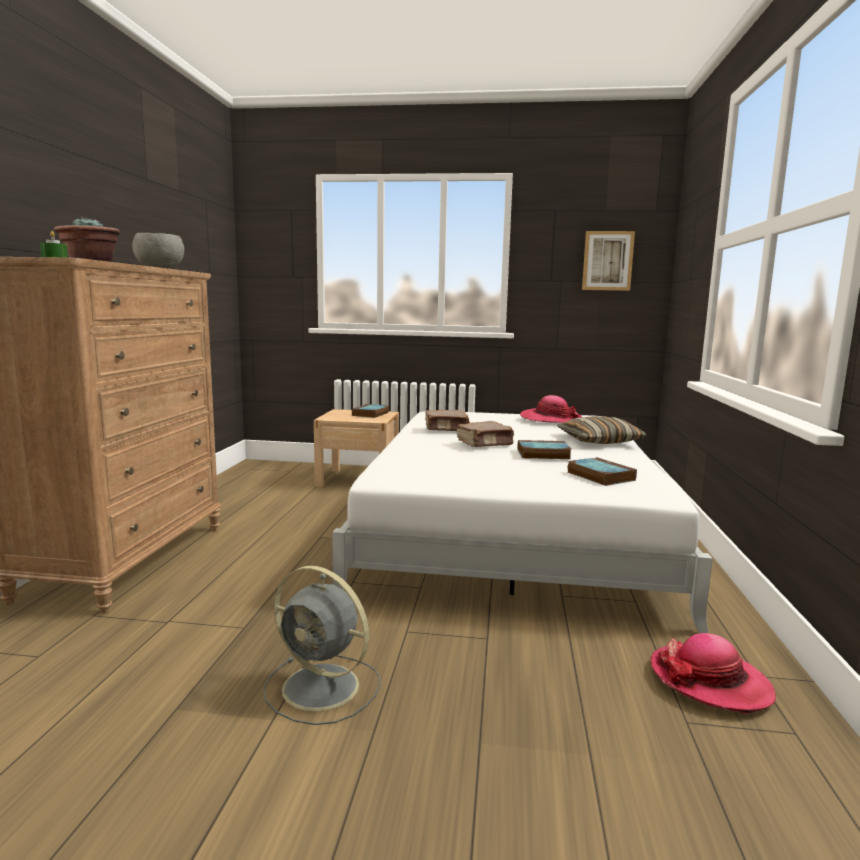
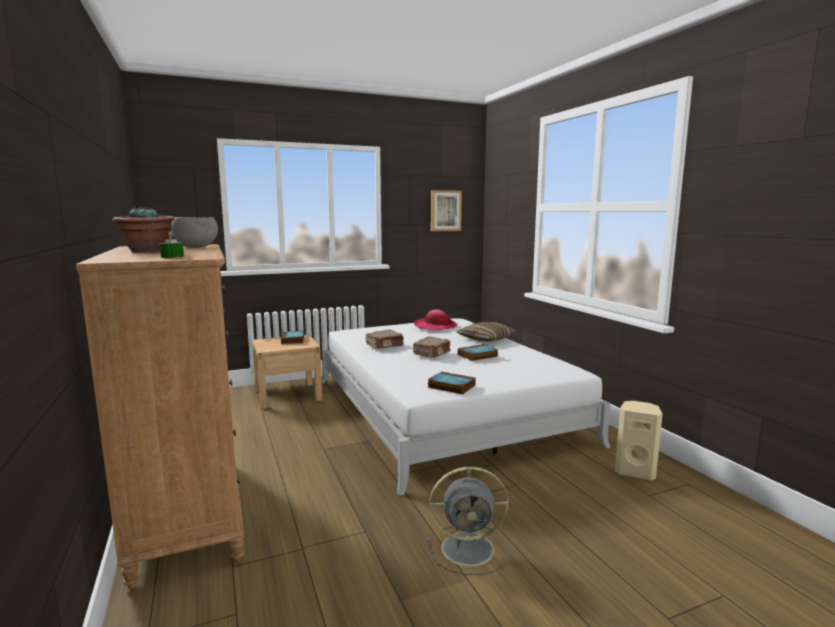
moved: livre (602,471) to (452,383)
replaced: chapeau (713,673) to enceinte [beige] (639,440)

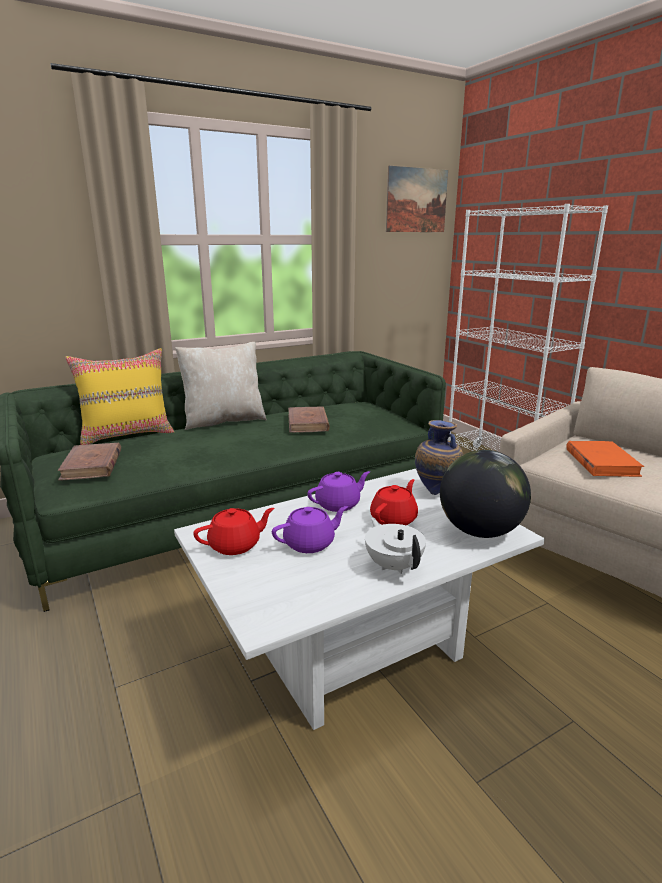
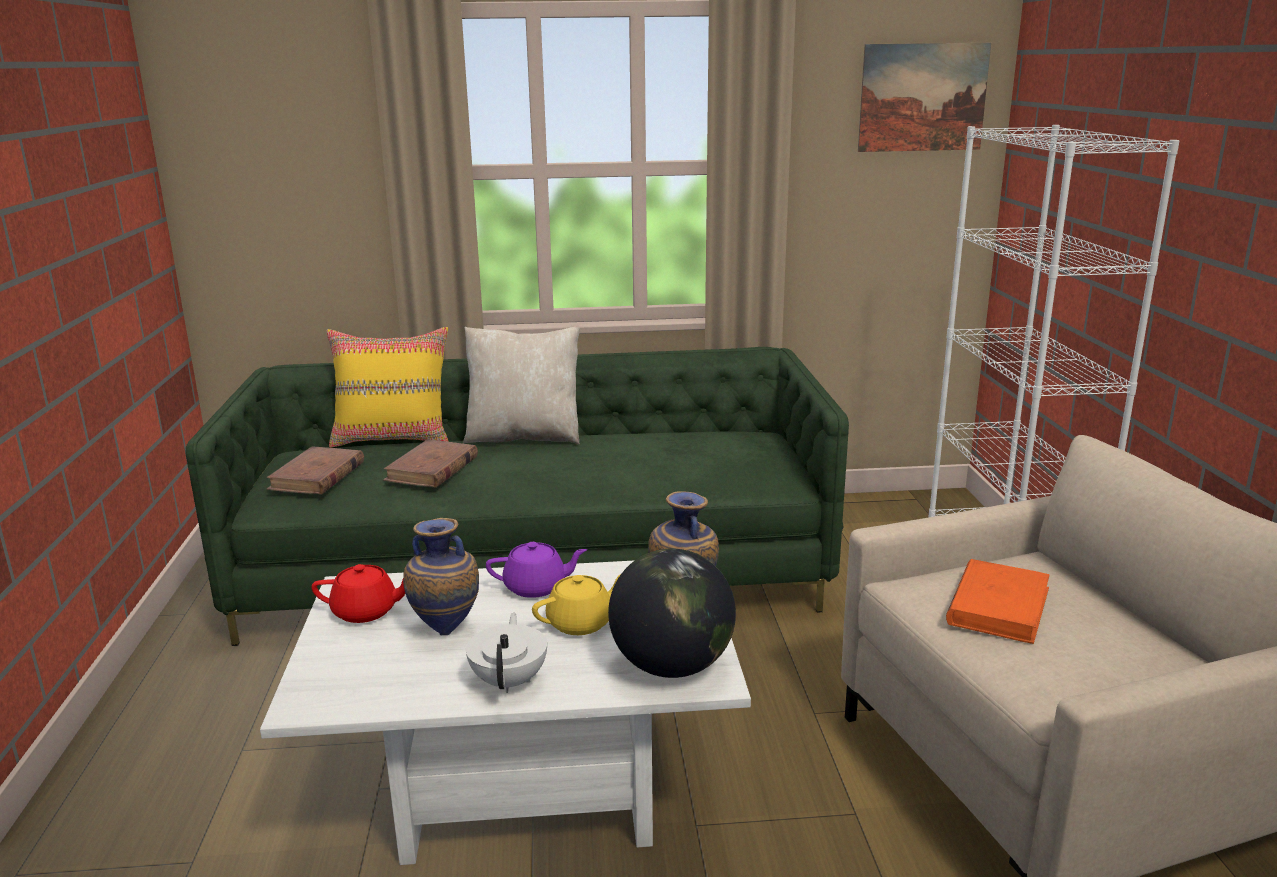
moved: livre [marron] (309,419) to (430,463)
replaced: théière [violet] (310,529) to vase (441,576)
recoloured: théière [rouge] (394,502) to théière [jaune] (576,604)

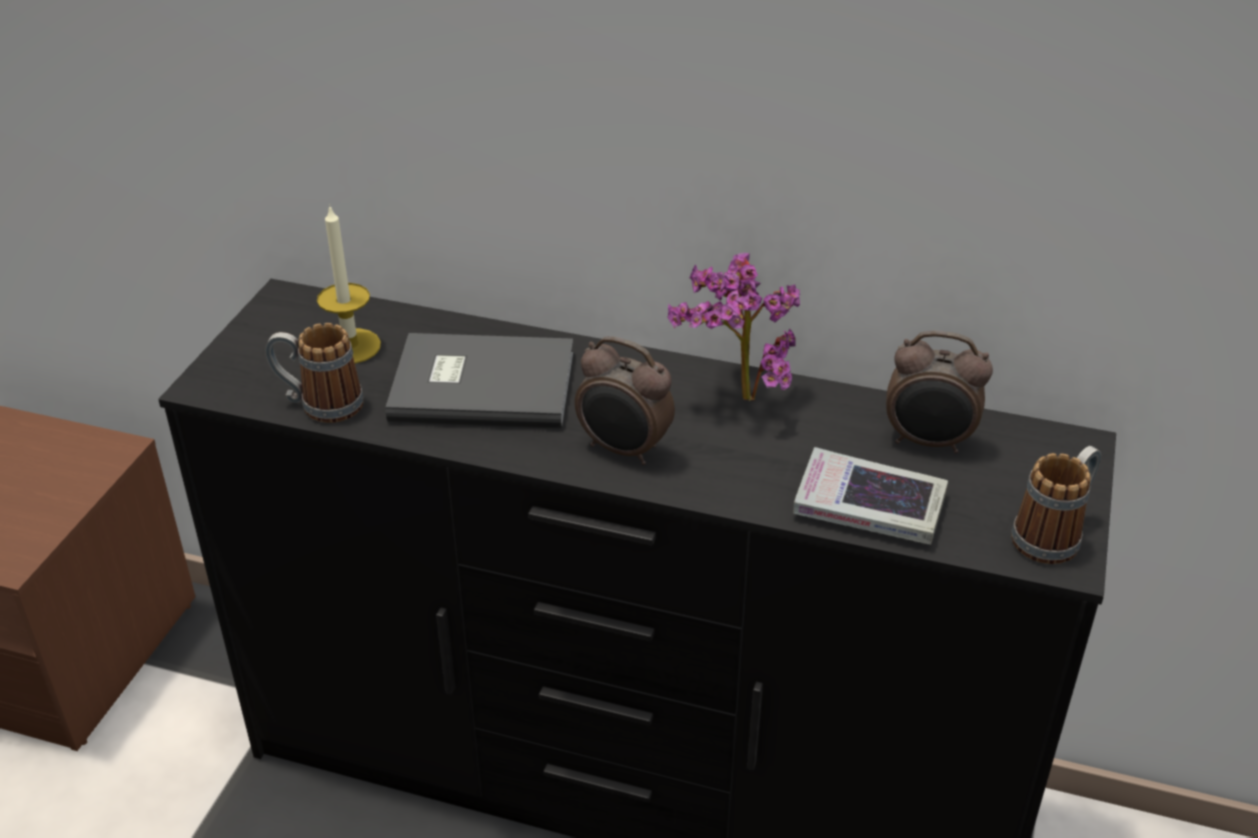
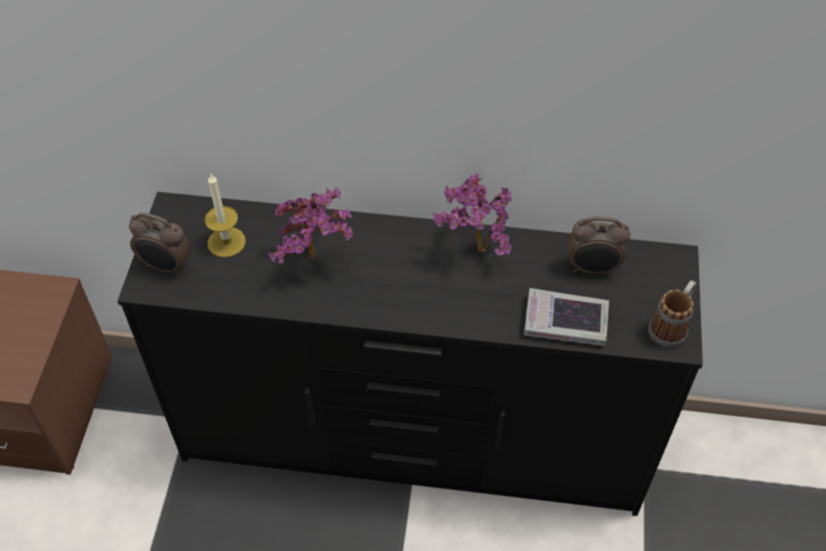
removed: mug (314,373)
moved: réveil (625,400) to (160,244)
replaced: livre [gris] (479,381) to plante en pot (310,225)

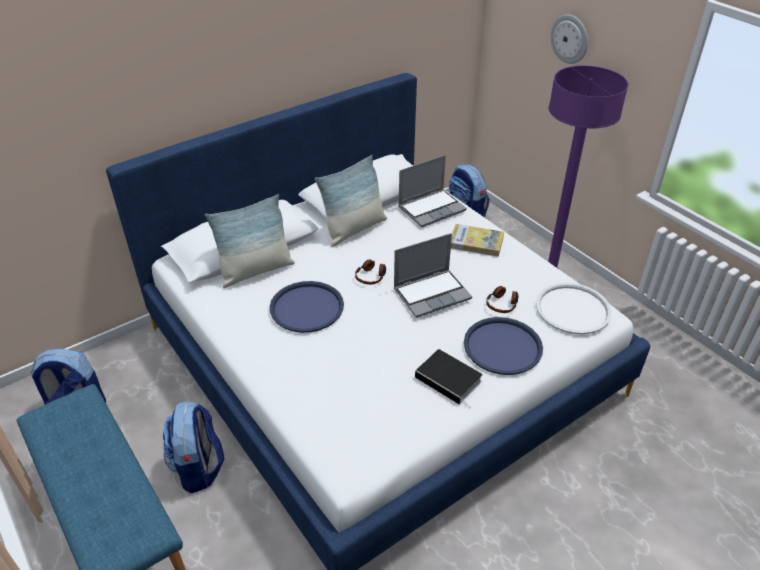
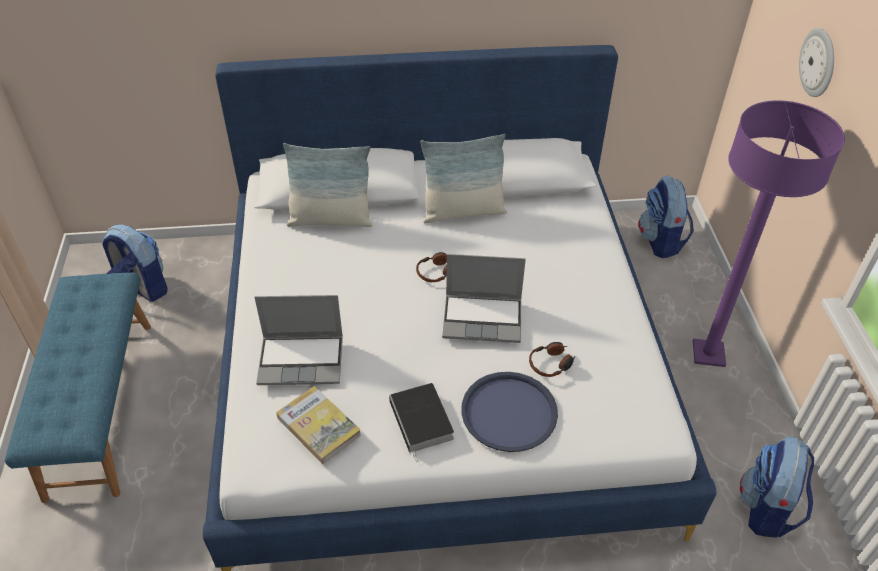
removed: plateau [bleu] (307,307); plateau [blanc] (574,308)
moved: sac à dos (193,447) to (777,487); ordinateur portable (432,191) to (299,340); livre (477,240) to (318,425)

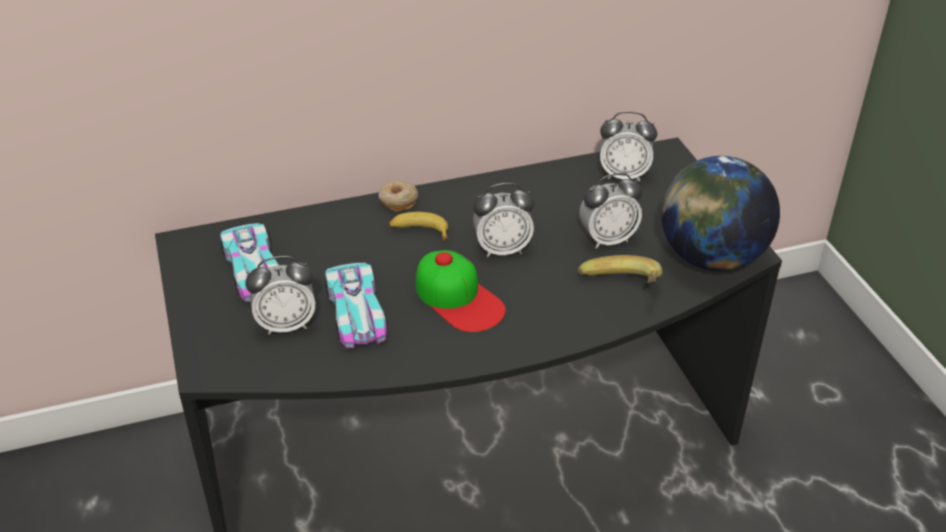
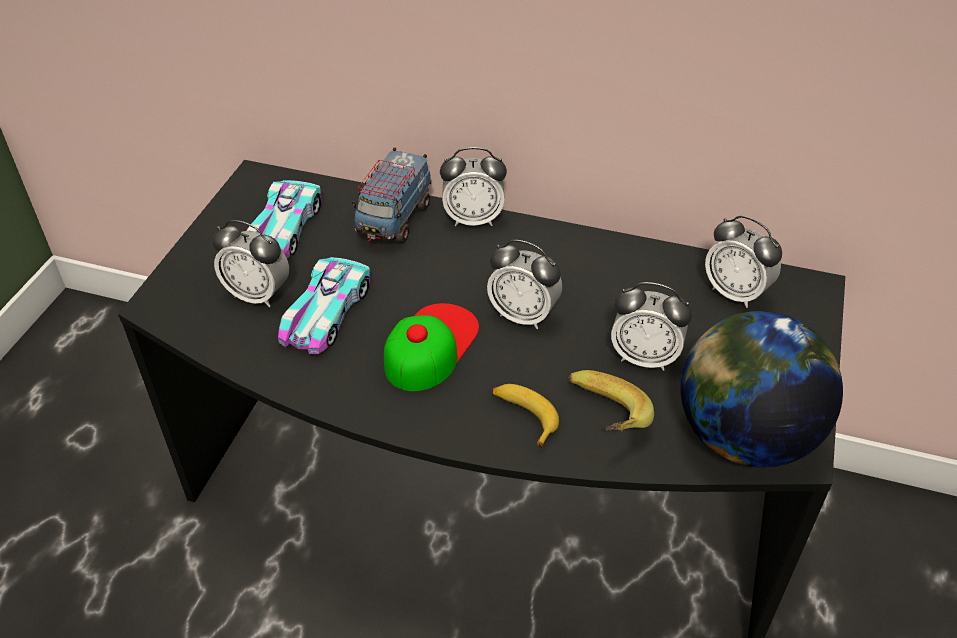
added: camion jouet (391,195)
moved: banane (418,226) to (526,416)
replaced: beignet (398,196) to réveil (473,186)
turned: casquette (461,291) = (431,347) 150 degrees counterclockwise

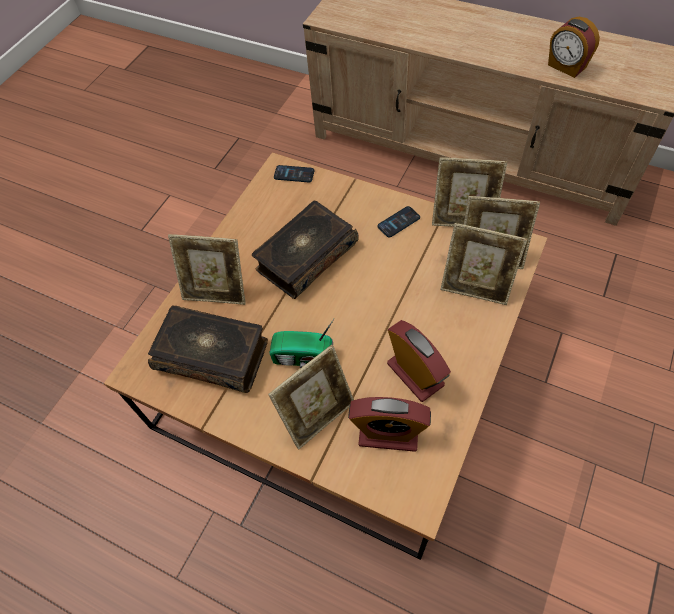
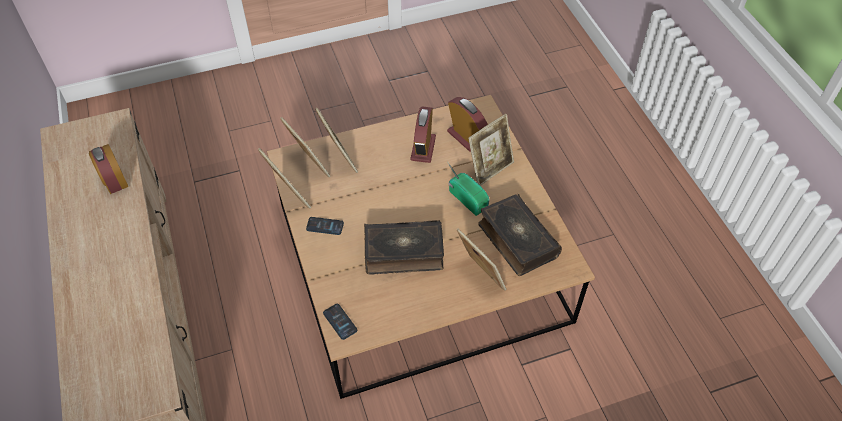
turned: cadre photo (311,397) = (491,150) 135 degrees clockwise; réveil (574,47) = (109,169) 150 degrees clockwise

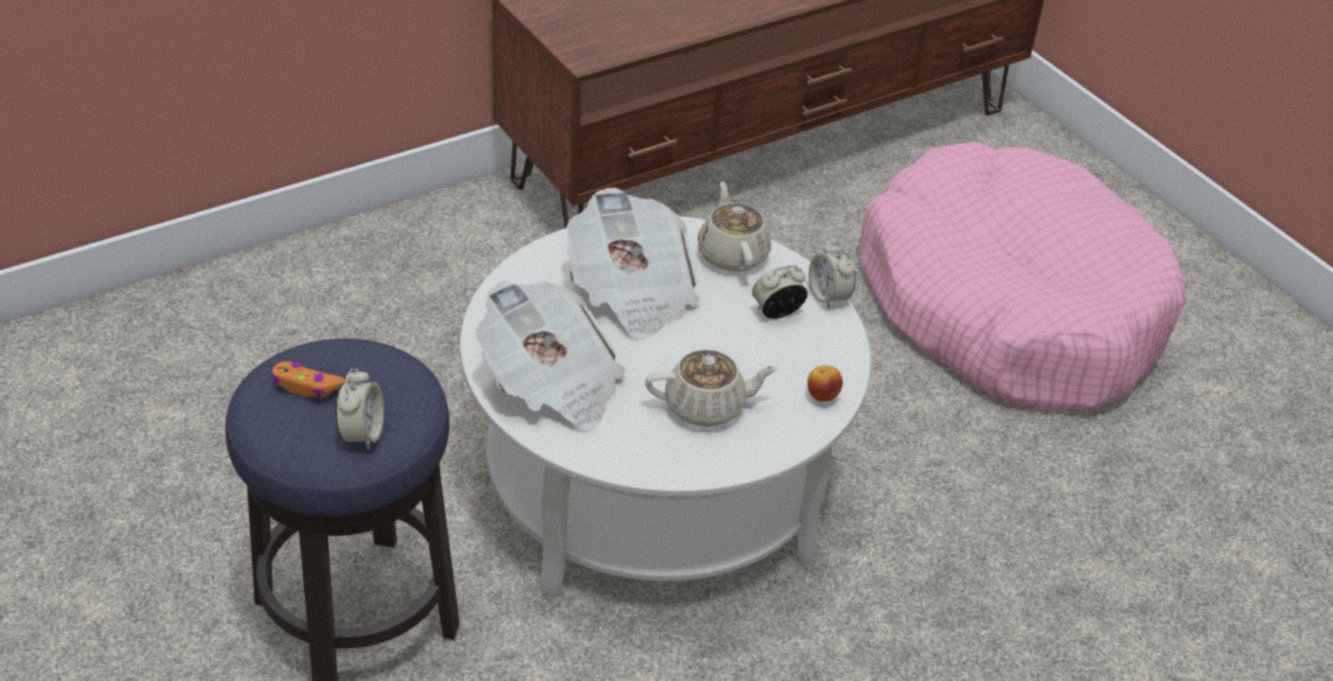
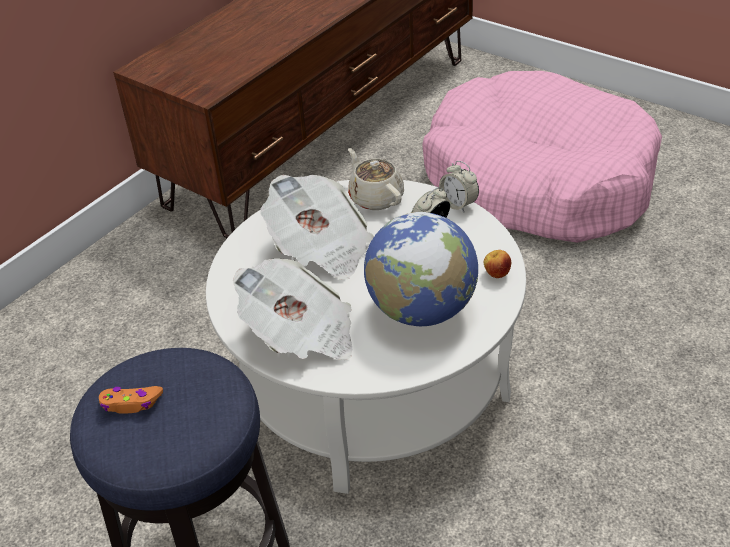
removed: réveil (359,409)
replaced: théière [beige] (712,388) to globe (421,269)

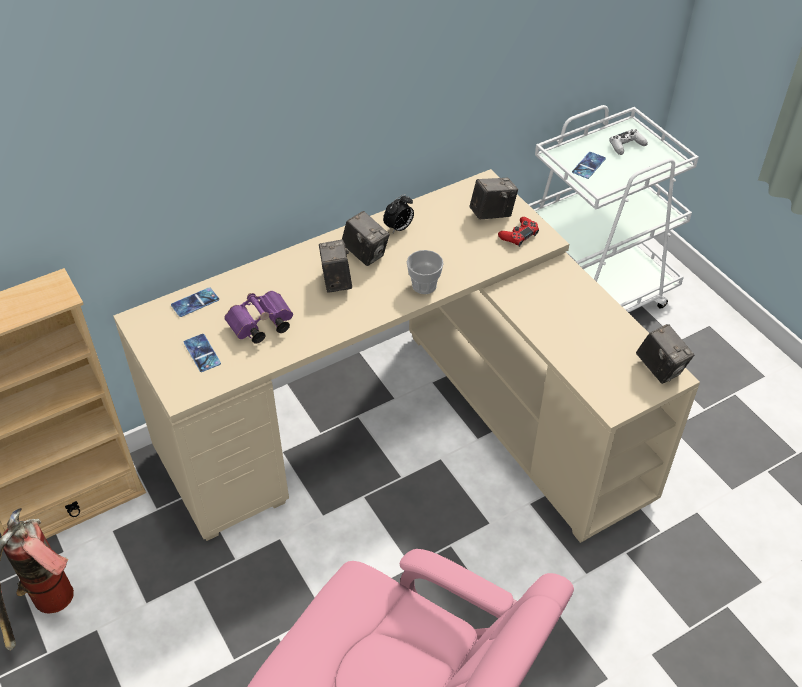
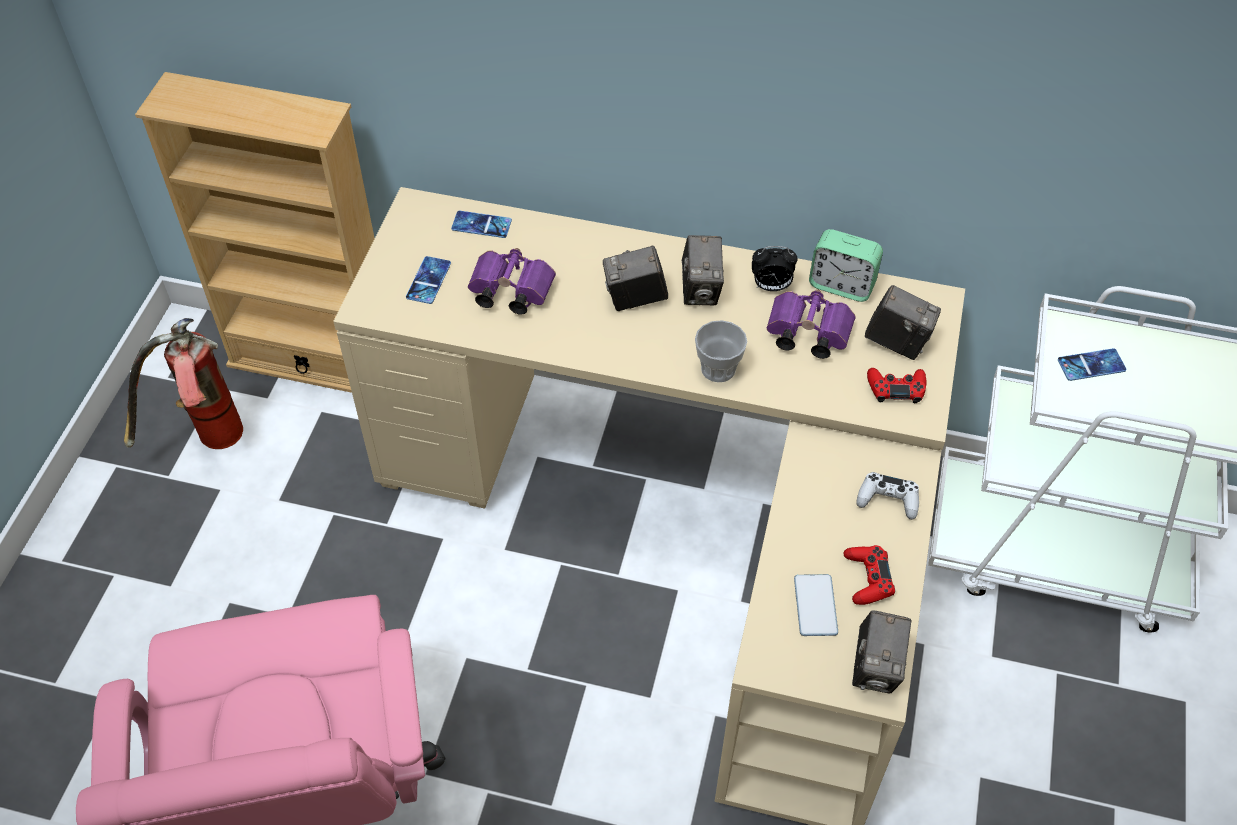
added: jumelles [violet] (811,324); téléphone (816,605); réveil (846,265); manette [rouge] (869,575)
moved: manette [blanc] (628,142) to (887,496)
turned: appareil photo (335,266) = (635,278) 135 degrees counterclockwise

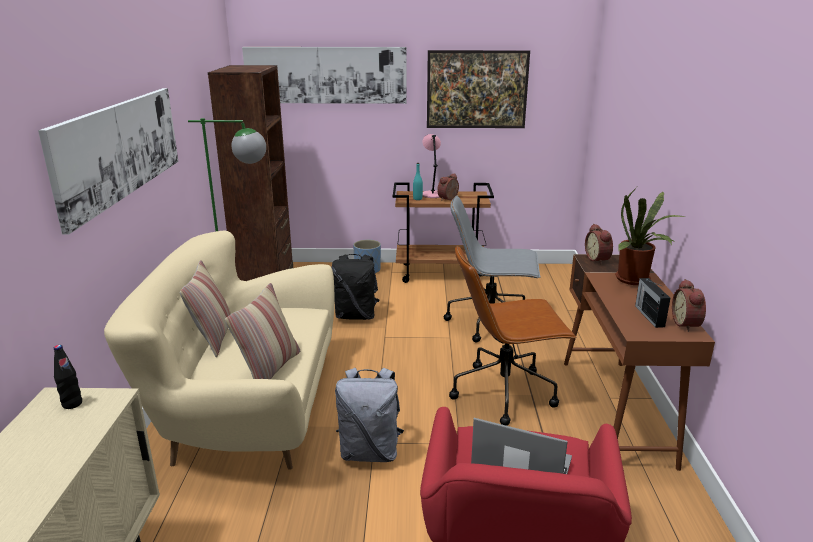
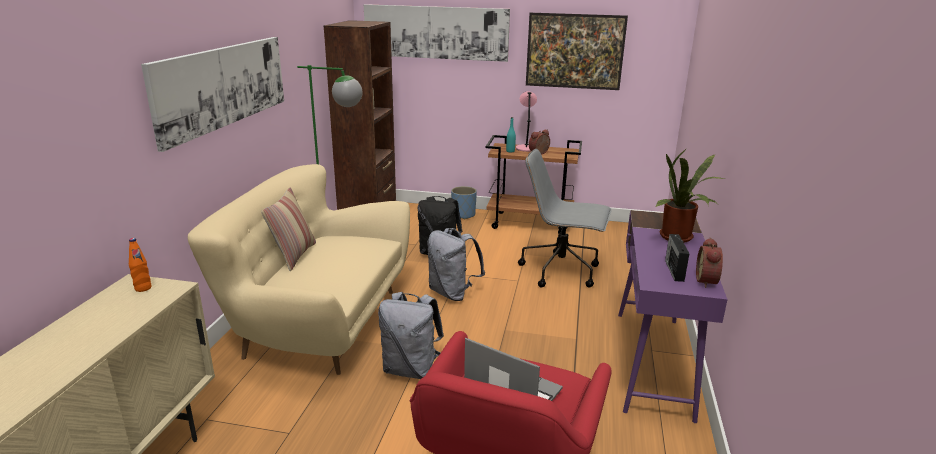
removed: coussin (262,331); chaise de bureau [marron] (512,335); réveil (599,244)
added: sac à dos [gris] (456,264)
recoloured: bouteille [noir] (68,377) to bouteille [orange] (140,265); bureau [marron] (639,362) to bureau [violet] (673,316)

